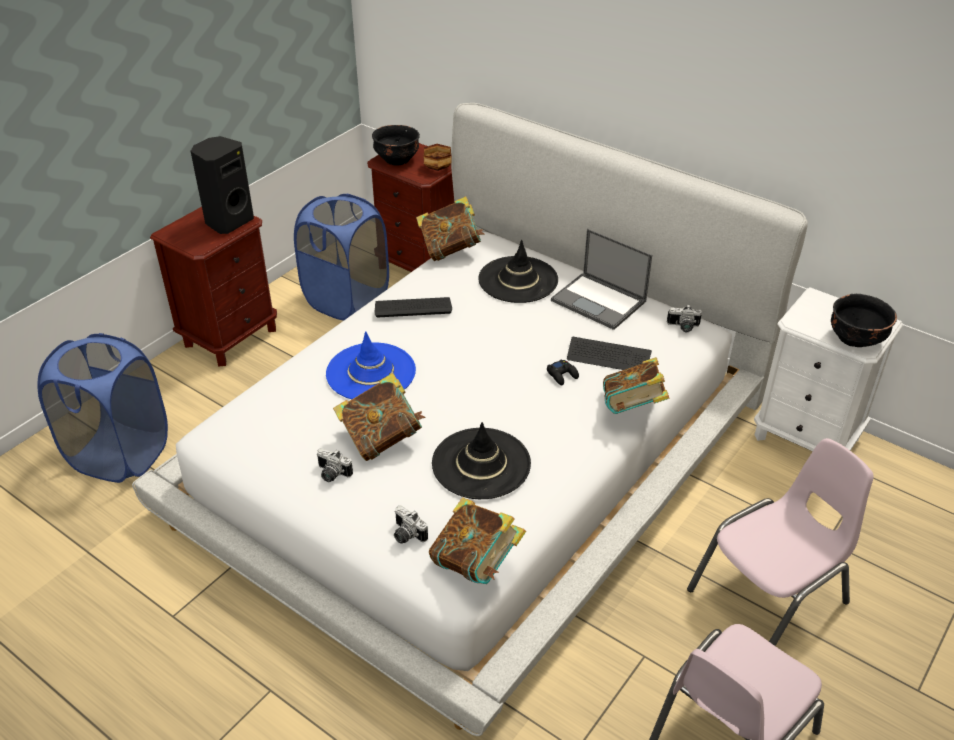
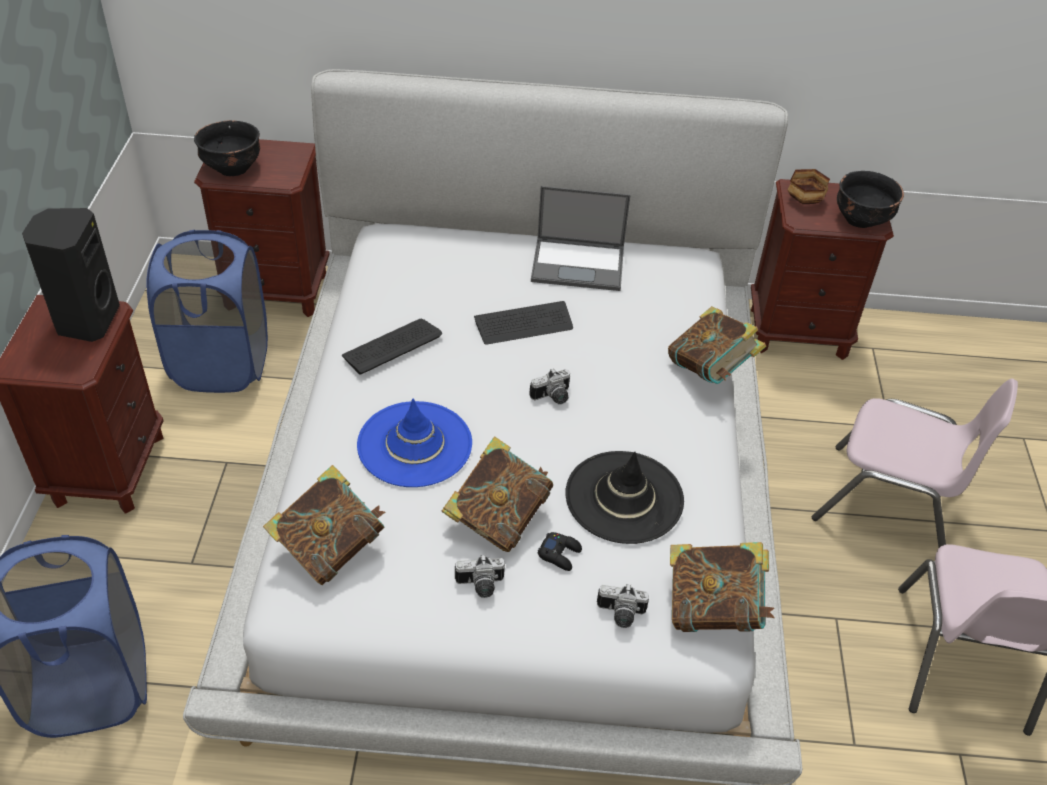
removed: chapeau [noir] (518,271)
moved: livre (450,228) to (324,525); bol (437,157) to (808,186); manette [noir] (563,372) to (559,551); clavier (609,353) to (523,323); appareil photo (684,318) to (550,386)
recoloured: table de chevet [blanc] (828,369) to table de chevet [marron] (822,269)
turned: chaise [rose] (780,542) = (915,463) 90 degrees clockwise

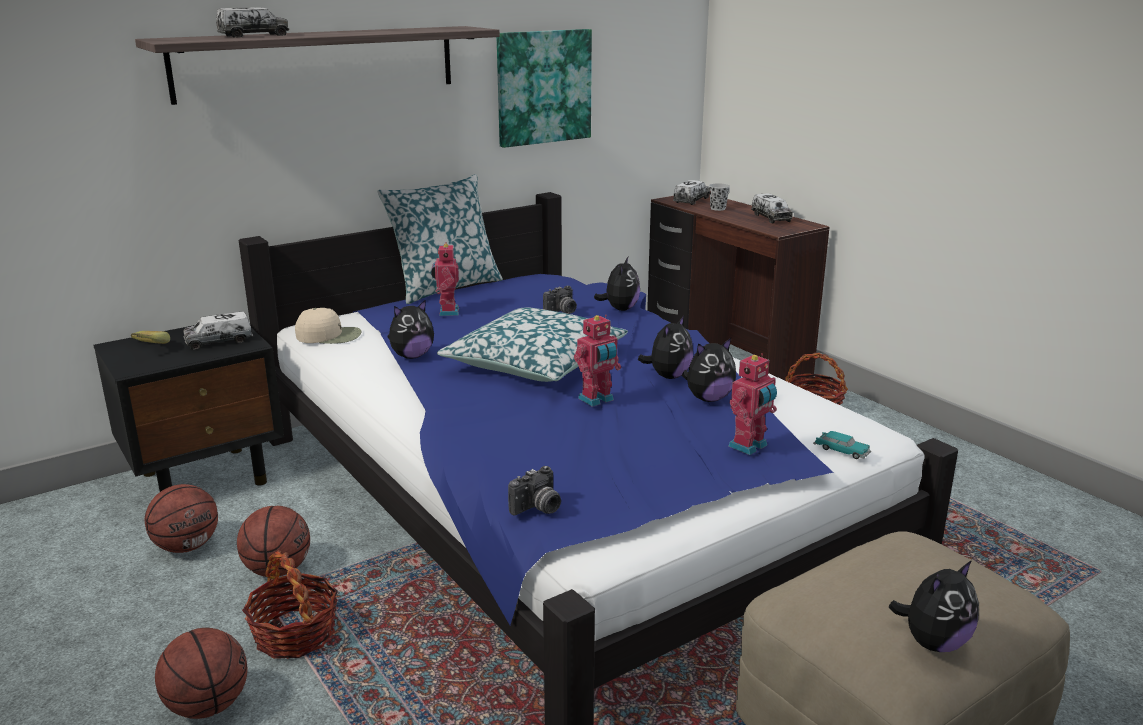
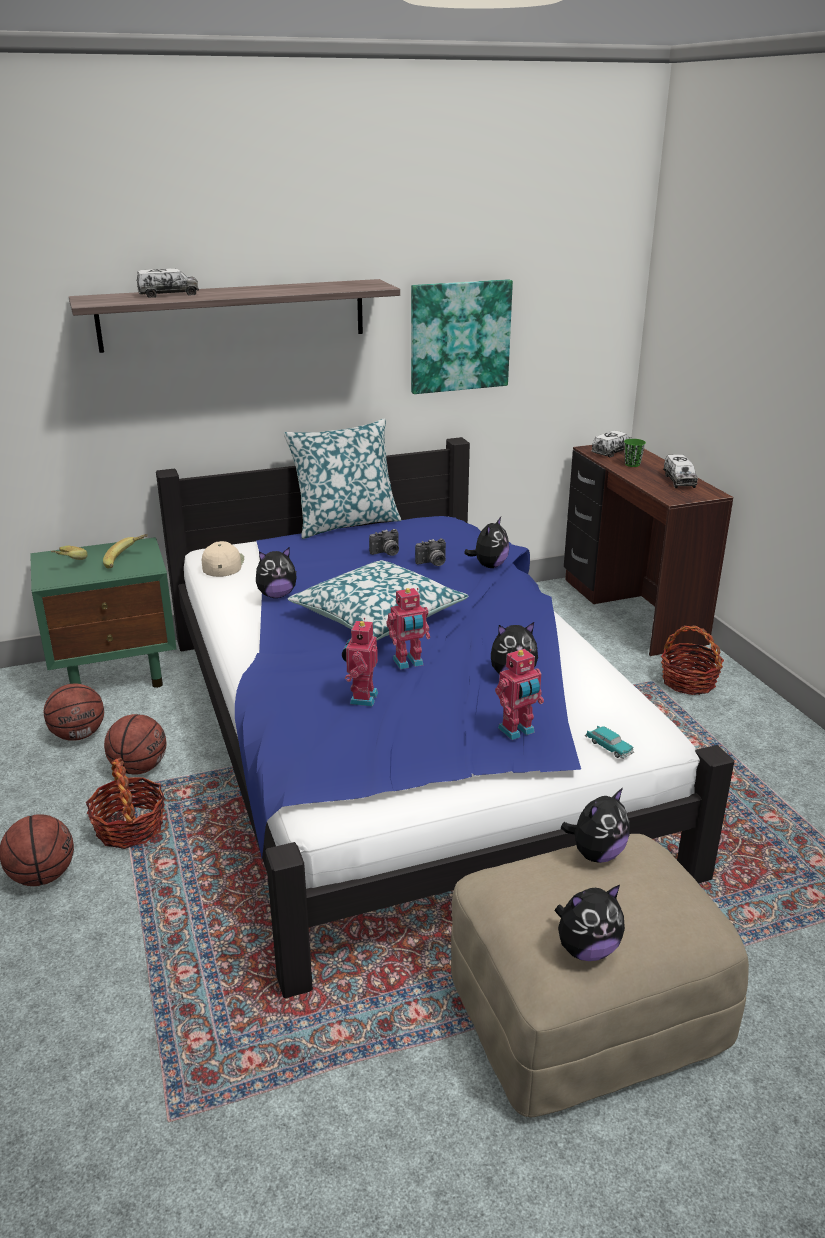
moved: robot jouet (445,279) to (360,662); appareil photo (534,491) to (384,542); peluche (665,347) to (595,825)
replaced: camion jouet (218,330) to banane (125,551)
recoloured: table de chevet [noir] (188,408) to table de chevet [vert] (103,612); tasse [noir] (719,197) to tasse [vert] (635,453)
turned: casquette [beige] (328,326) = (223,559) 105 degrees counterclockwise

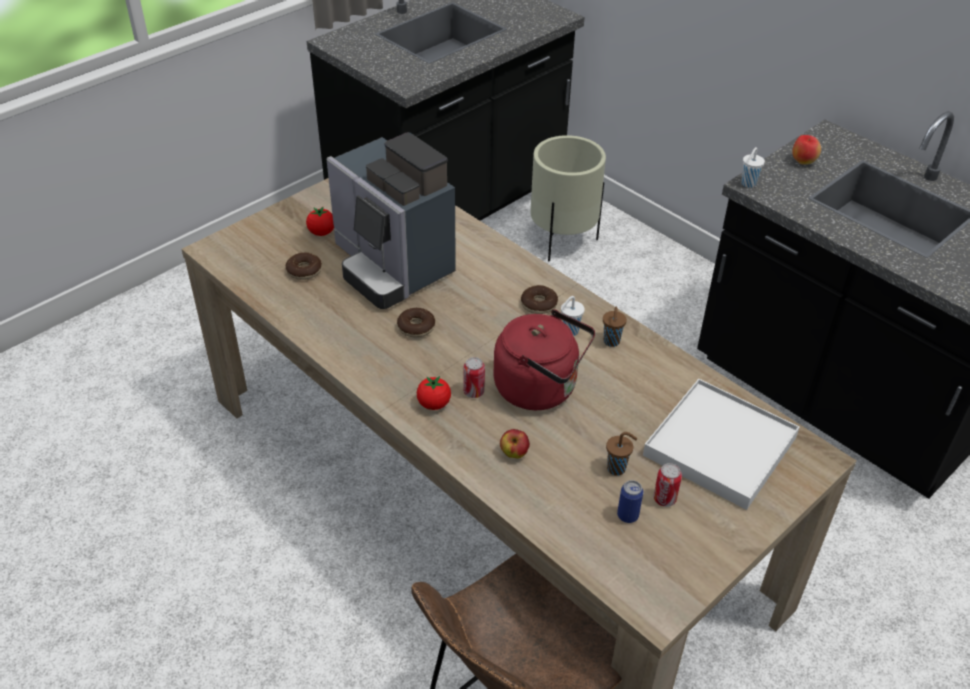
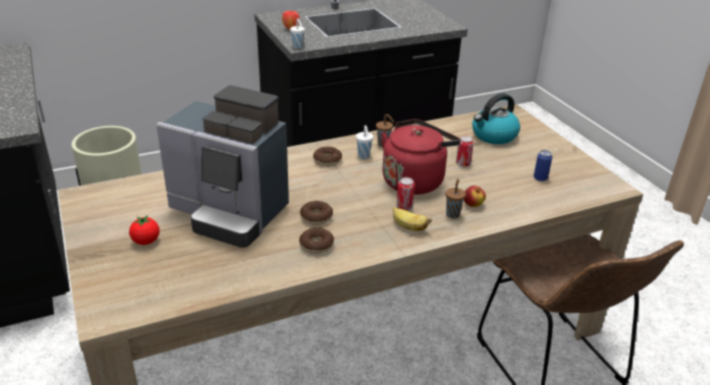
moved: beignet (304,266) to (316,241); tasse [marron] (621,454) to (455,198); boîte métallique (668,485) to (465,151)
replaced: tomate (434,393) to banane (412,219); plateau [blanc] (721,444) to bouilloire (496,118)
turned: machine à café (391,220) = (222,166) 45 degrees clockwise

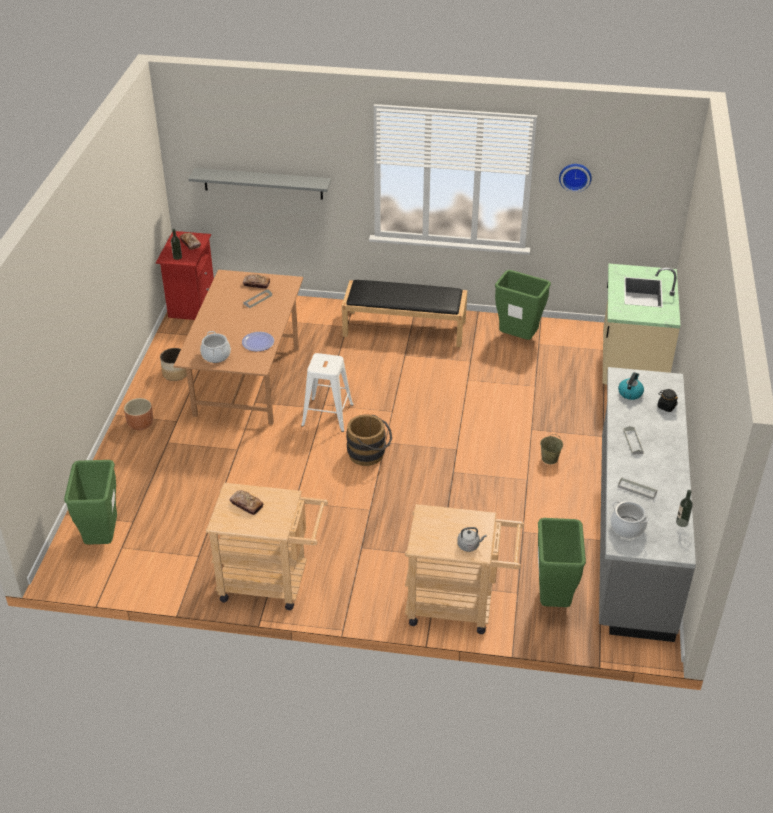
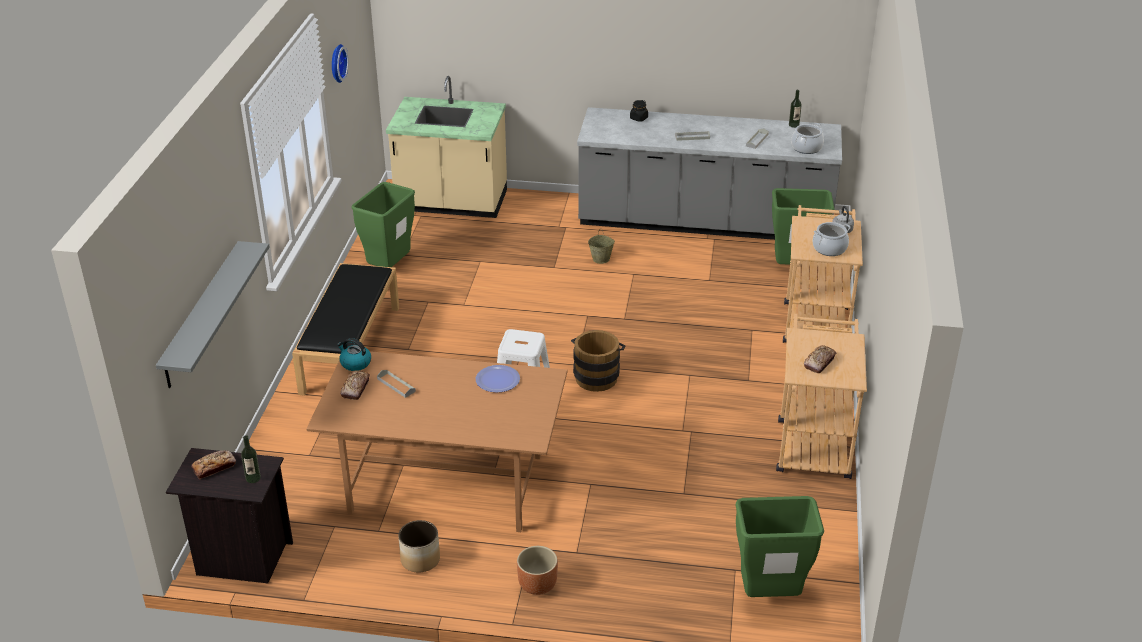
moved: marmite (215,347) to (832,239); bouilloire (631,386) to (354,354)
recoloured: table de chevet [rouge] (185,275) to table de chevet [noir] (229,515)

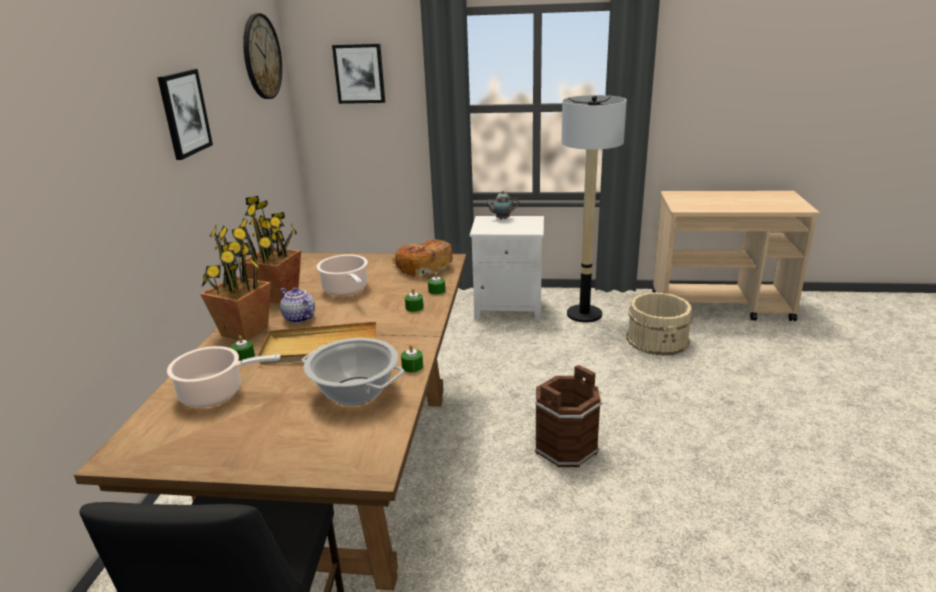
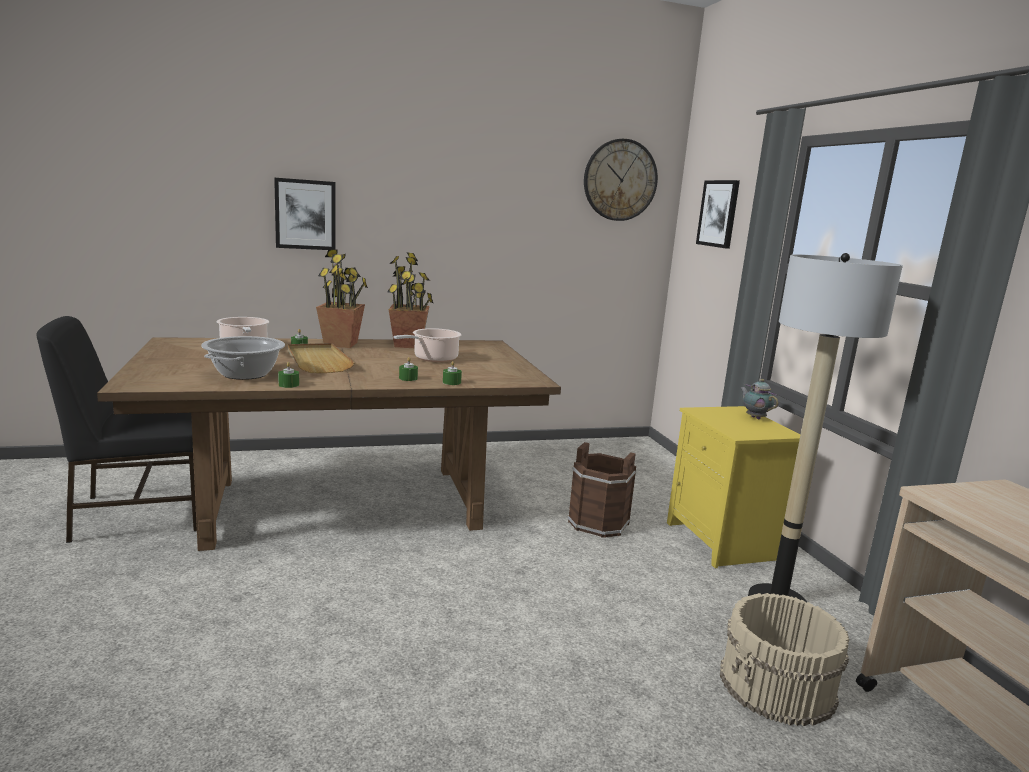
removed: théière (297,305); pain (422,258)
moved: tableau (185,114) to (304,214); seau [marron] (568,416) to (601,490)
recoloured: table de chevet [blanc] (507,268) to table de chevet [jaune] (733,487)

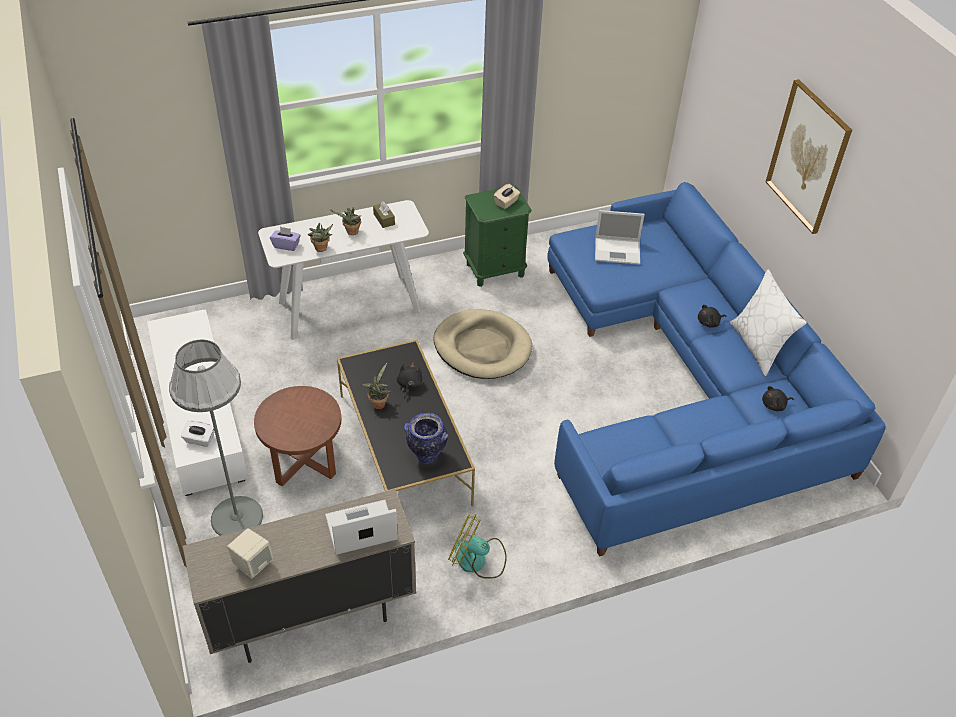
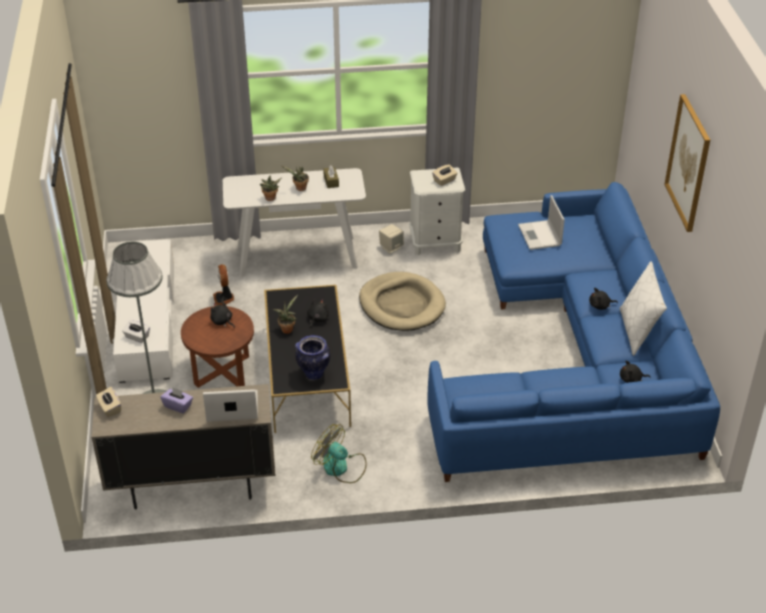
added: boîte à mouchoirs [beige] (108,402); peluche [noir] (222,314); ventilateur (223,284)
moved: enceinte [beige] (250,553) to (391,239); boîte à mouchoirs [violet] (285,239) to (176,400)
recoloured: table de chevet [vert] (497,236) to table de chevet [blanc] (437,211)
turned: ordinateur portable (620,237) = (541,222) 60 degrees clockwise

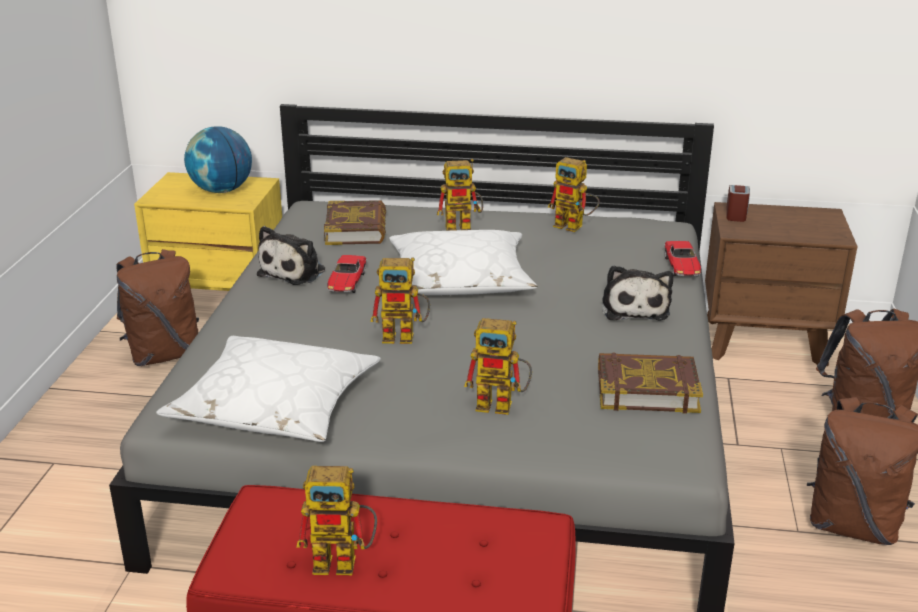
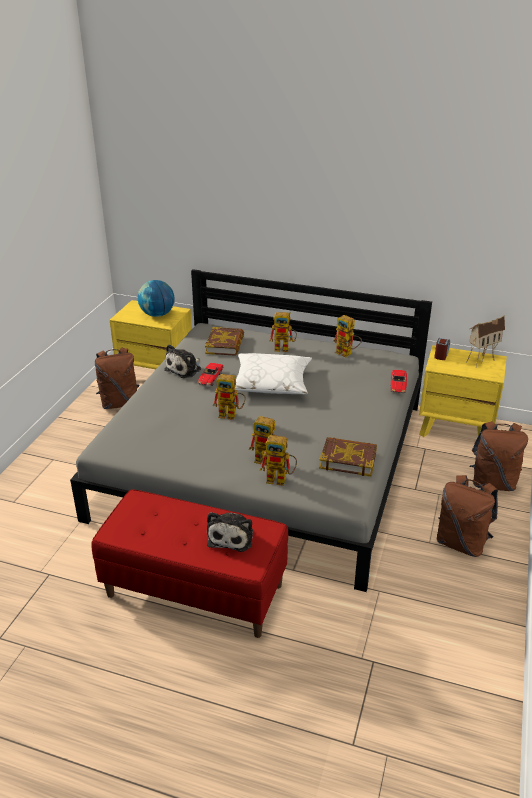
removed: coussin [blanc] (268,389)
added: maison miniature (486,341)
moved: robot jouet (336,521) to (278,460); peluche (637,293) to (230,532)
recoloured: table de chevet [marron] (781,284) to table de chevet [jaune] (463,391)

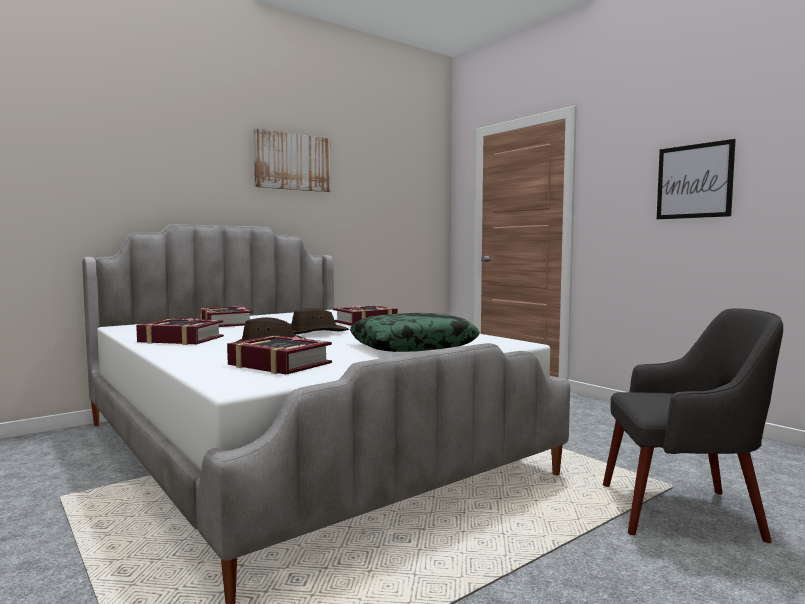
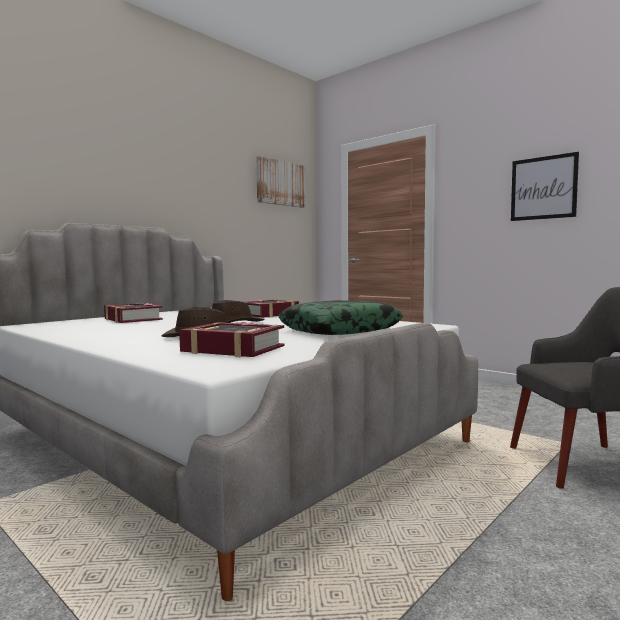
removed: livre (180,331)
moved: tableau (292,160) to (280,182)

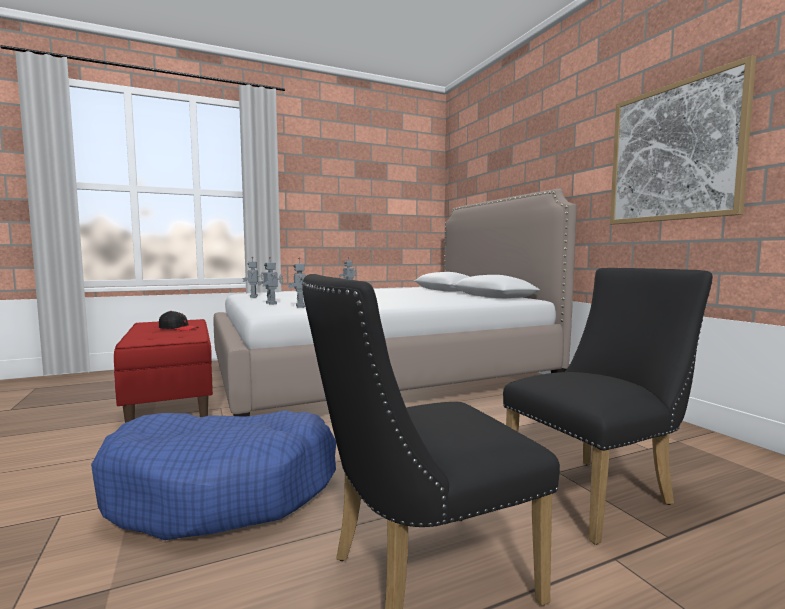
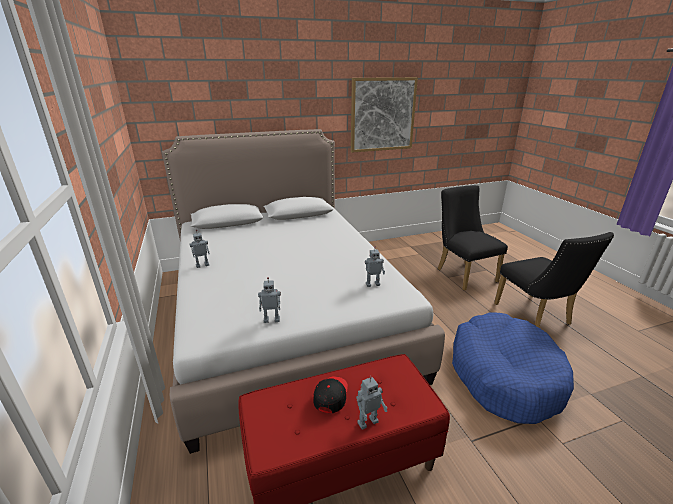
moved: robot jouet (270,281) to (371,403)

